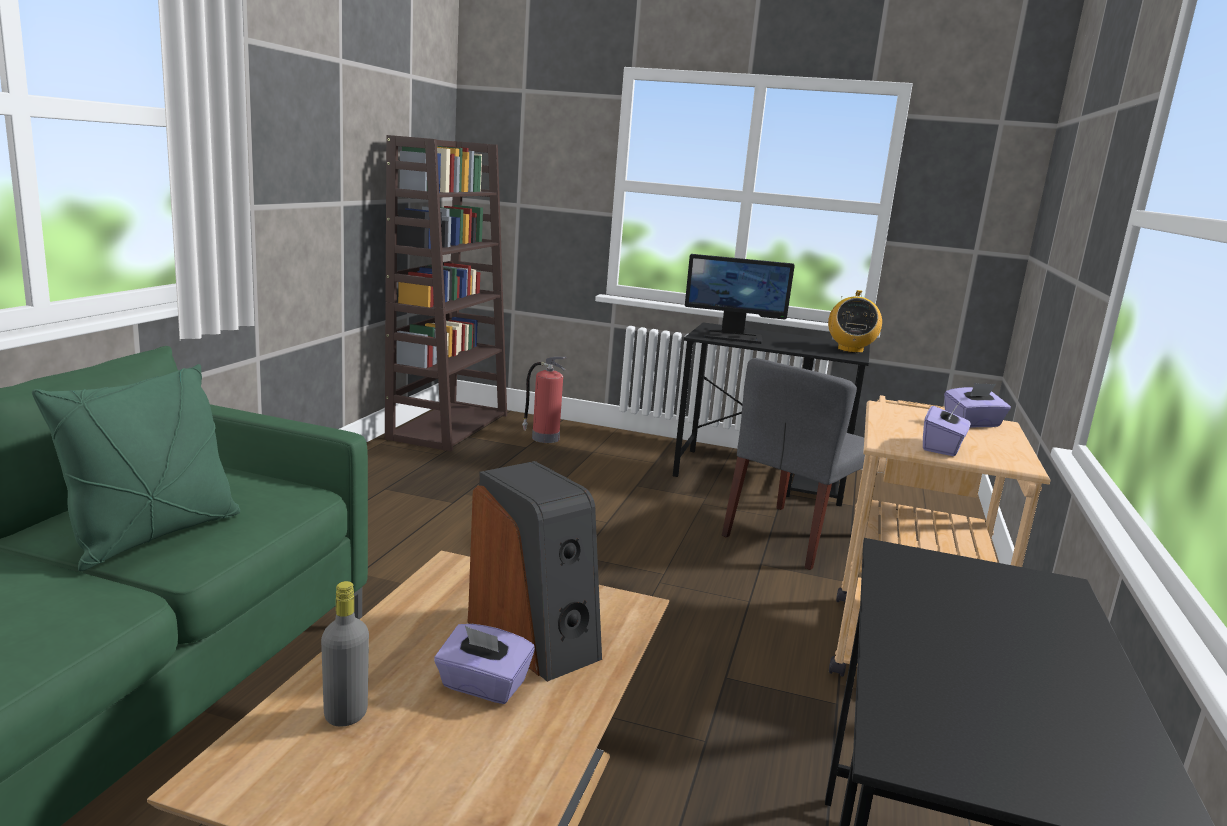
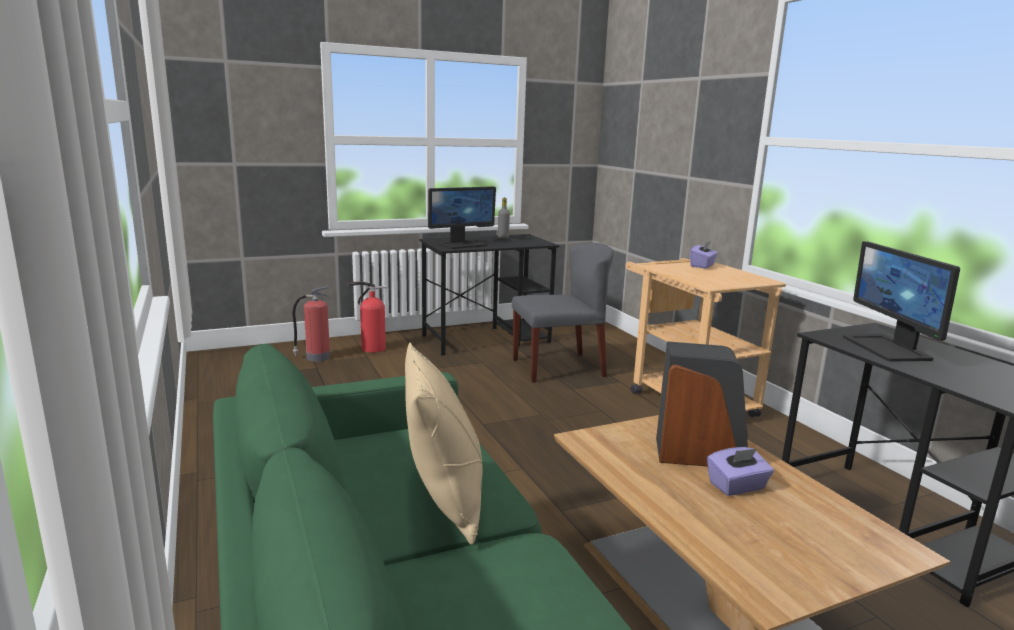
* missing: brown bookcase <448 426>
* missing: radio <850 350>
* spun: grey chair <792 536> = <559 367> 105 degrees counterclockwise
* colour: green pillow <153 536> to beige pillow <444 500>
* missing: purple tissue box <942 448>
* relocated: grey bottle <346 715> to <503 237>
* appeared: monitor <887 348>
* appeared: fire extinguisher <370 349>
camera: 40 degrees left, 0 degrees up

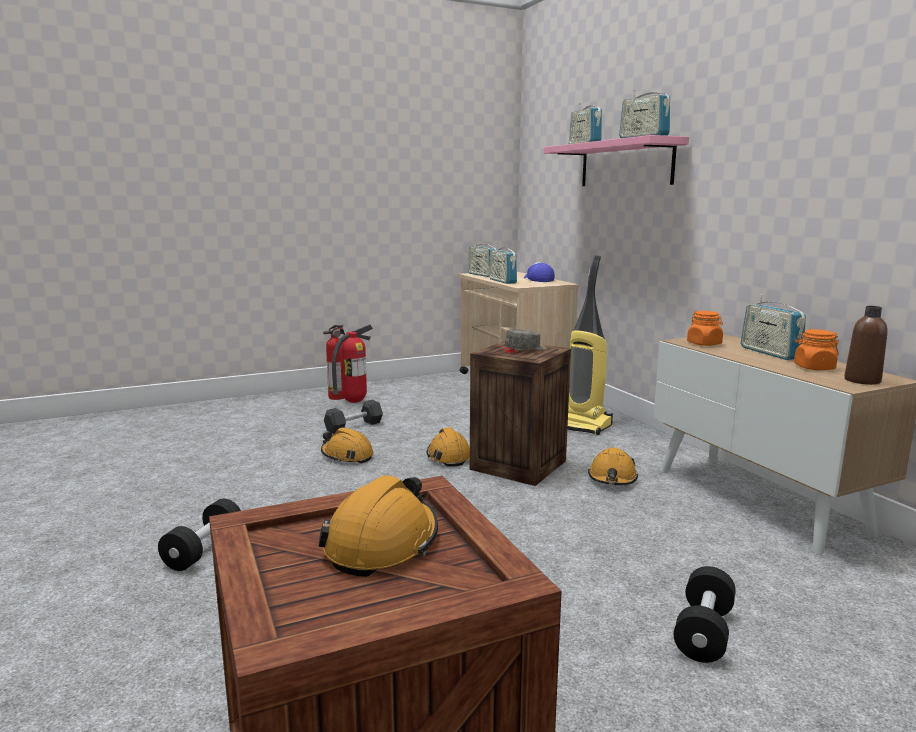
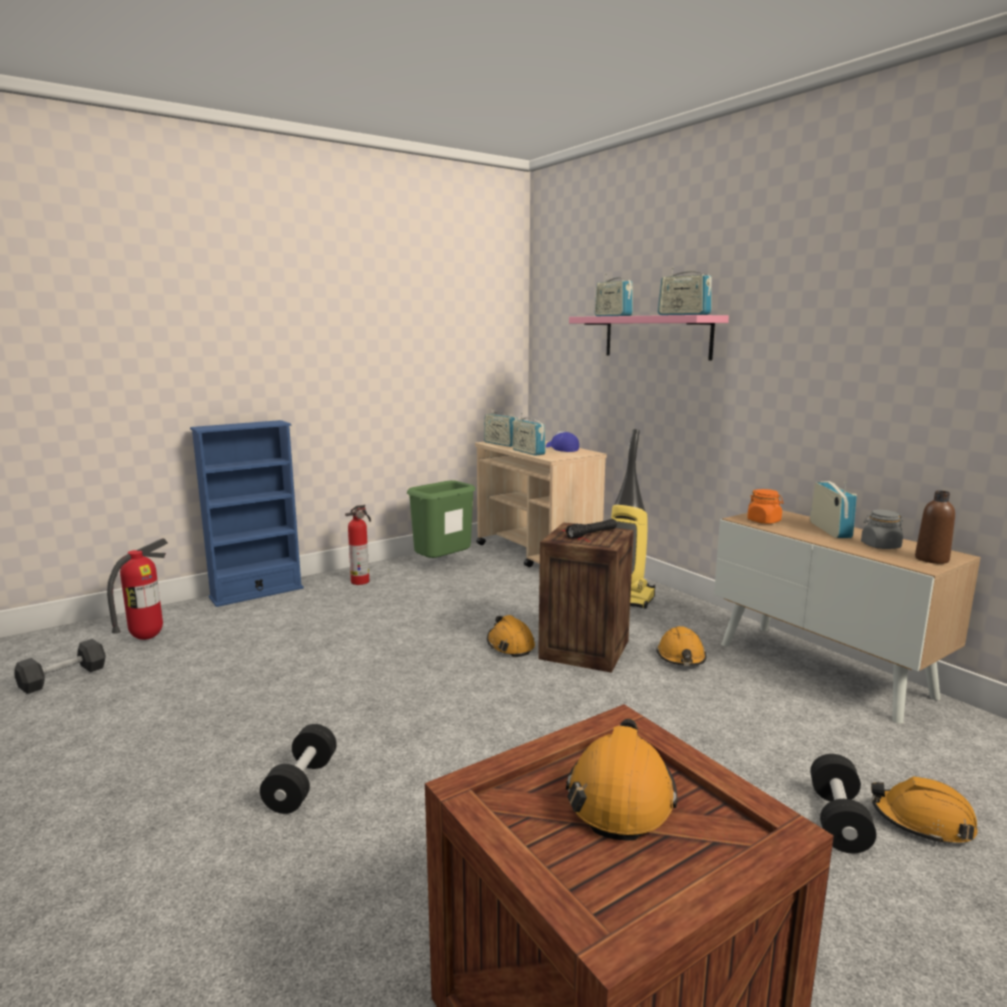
* spun: radio <770 353> = <830 530> 150 degrees counterclockwise
* relocated: fire extinguisher <354 402> to <147 637>
* exchanged: grey cap <526 349> to black flashlight <592 534>
* colour: orange jar <813 367> to grey jar <880 546>
* relocated: grey dumbbell <354 426> to <63 678>
* relocated: orange hard hat <347 456> to <922 821>
* appeared: blue bookcase <256 593>
* appeared: green trash can <443 565>
camera: 10 degrees left, 0 degrees up

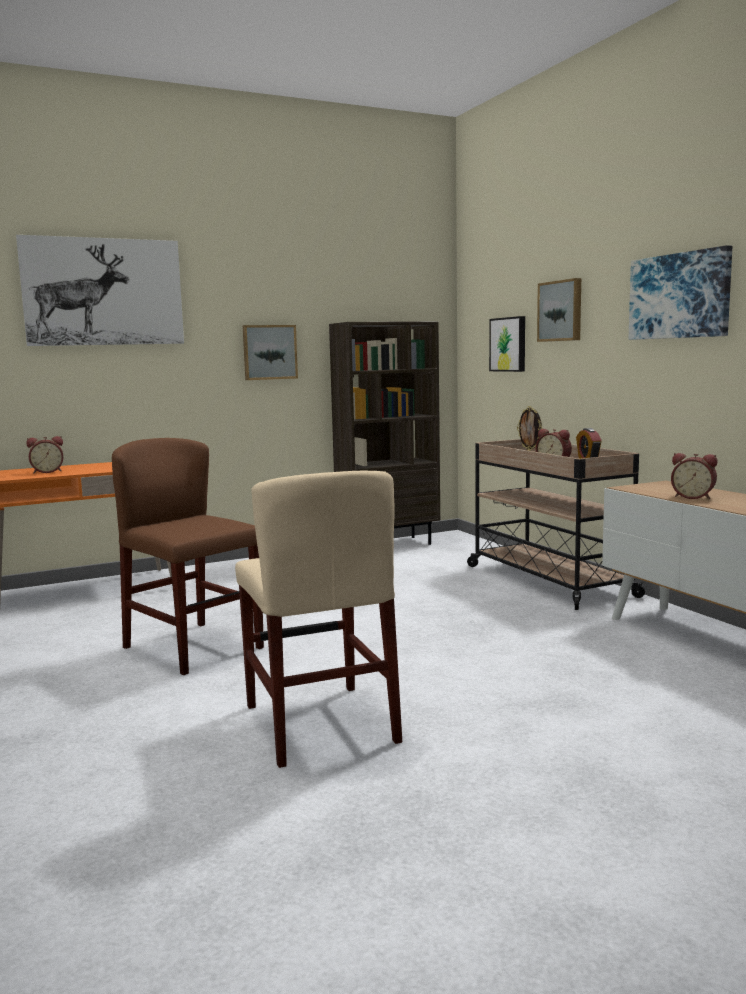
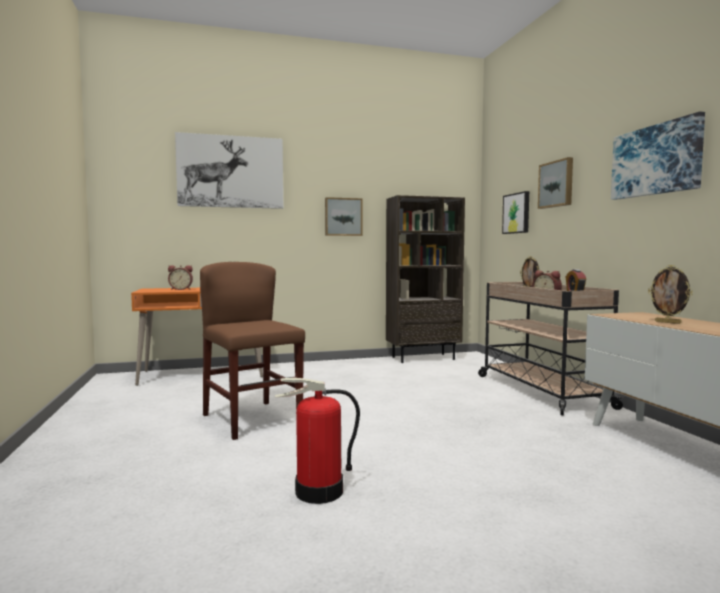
* exchanged: alarm clock <693 497> to picture frame <668 322>
* exchanged: beige chair <319 723> to fire extinguisher <319 492>
camera: 10 degrees right, 5 degrees down

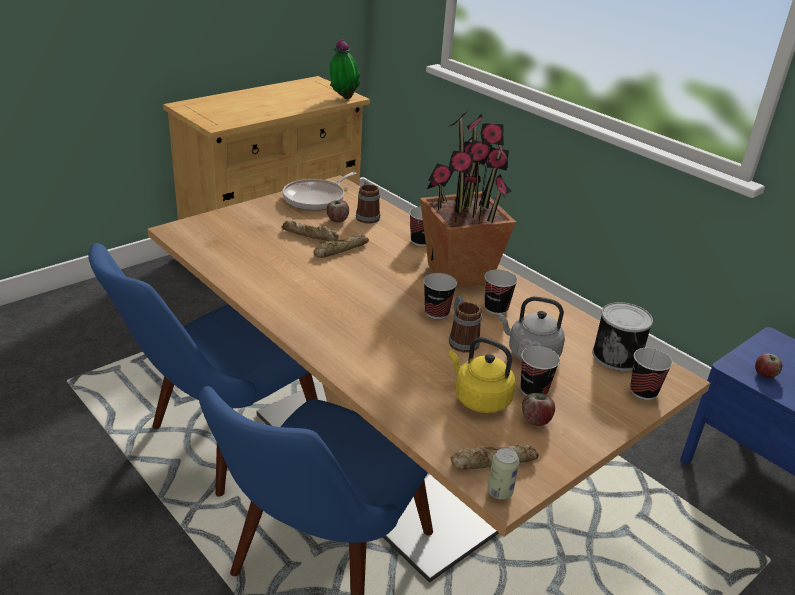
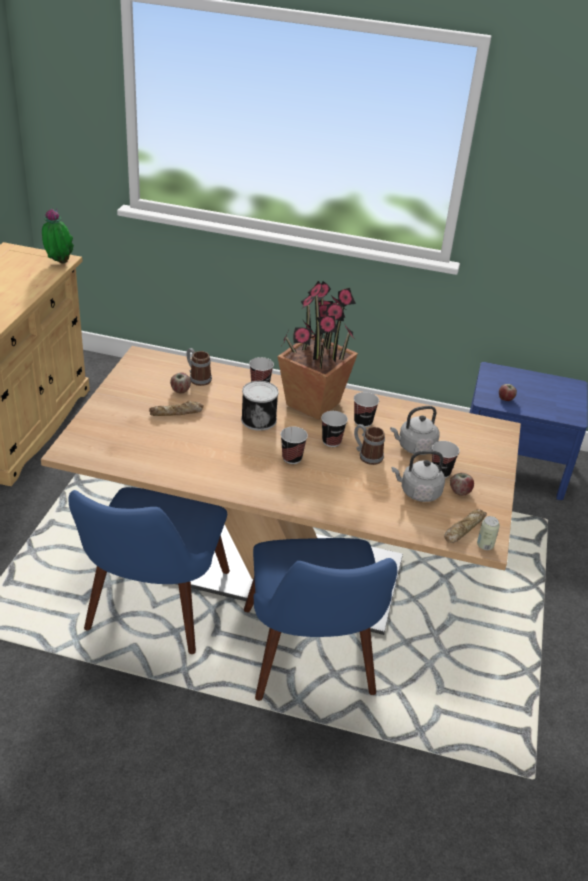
* missing: frying pan <316 199>
* missing: bread <340 249>
* relocated: can <617 355> to <259 419>
* colour: yellow kettle <479 399> to grey kettle <418 492>
* relocated: cup <643 392> to <292 458>
camera: 35 degrees left, 5 degrees up

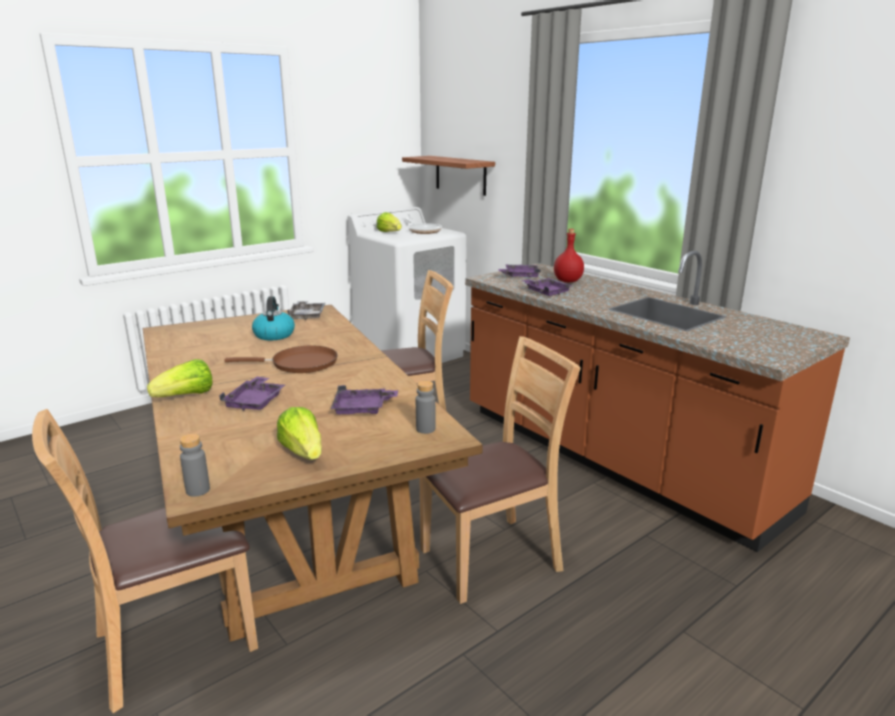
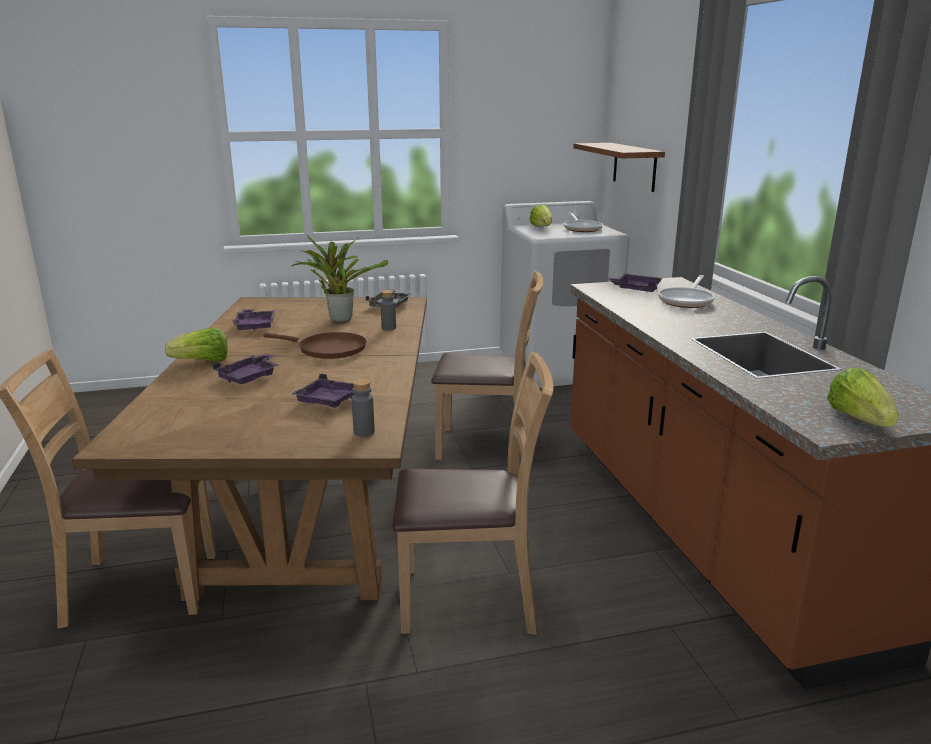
* exchanged: red bottle <568 281> to frying pan <687 301>
* relocated: purple tray <546 292> to <255 326>
* exchanged: kettle <274 334> to potted plant <339 319>
* relocated: lettuce <303 452> to <859 419>
* relocated: grey bottle <198 490> to <388 328>
camera: 25 degrees right, 0 degrees up

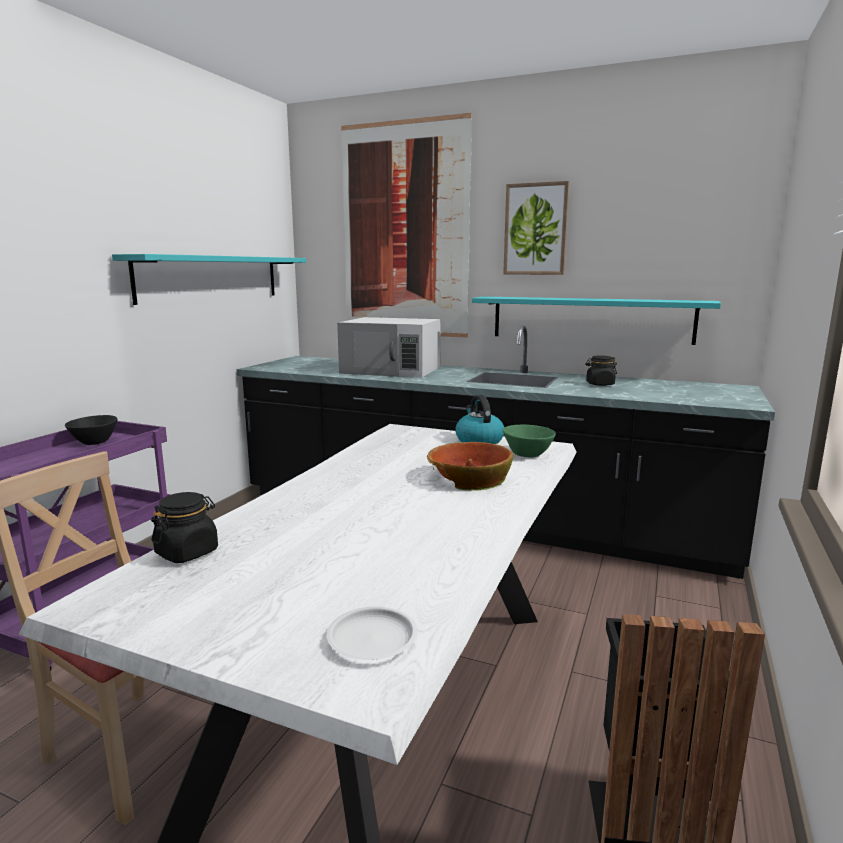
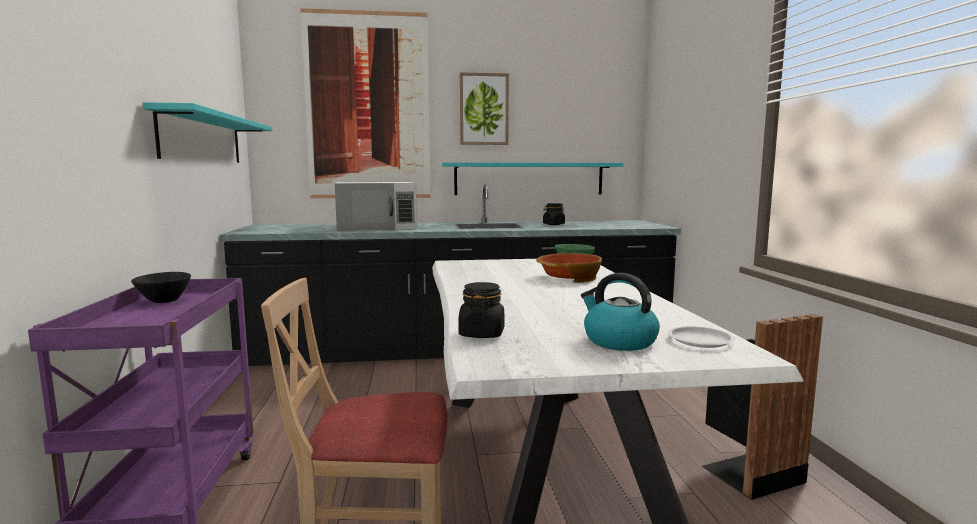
* relocated: kettle <478 440> to <618 341>
camera: 30 degrees left, 5 degrees down

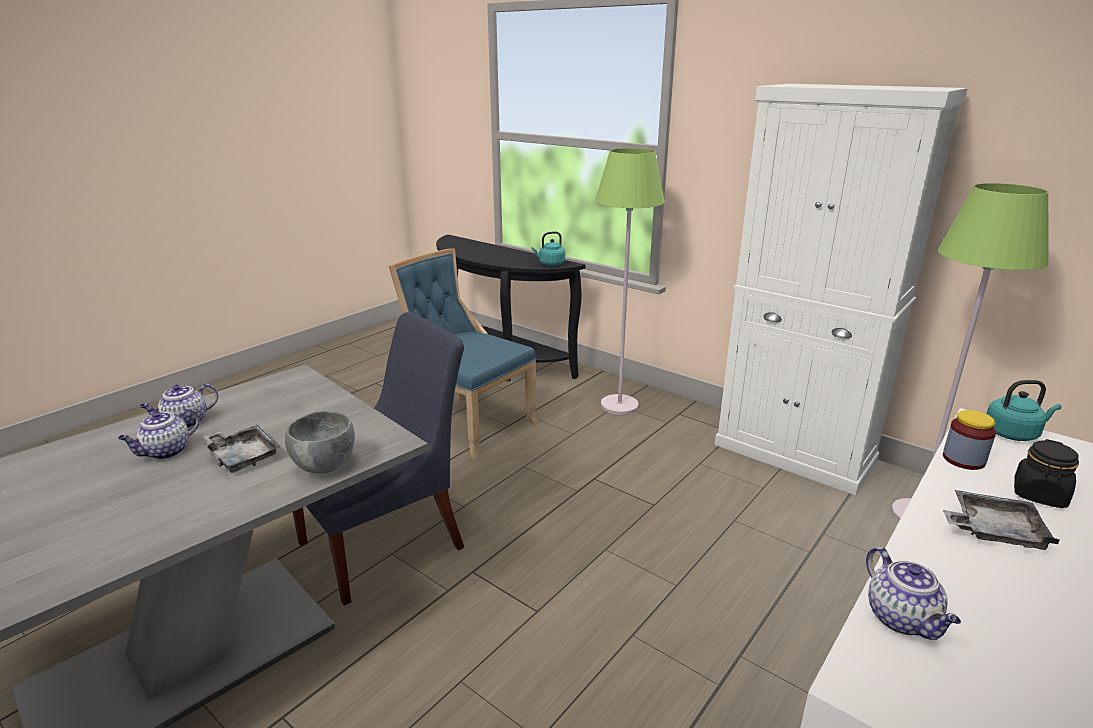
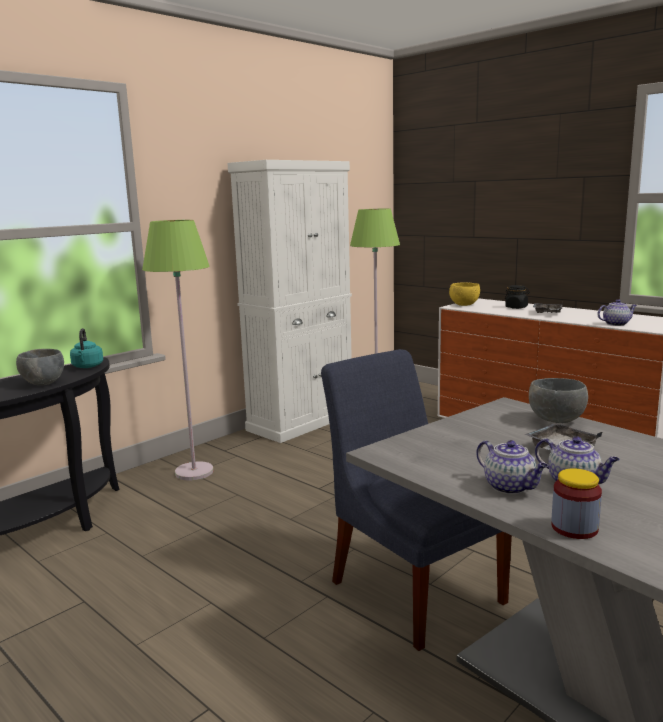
* missing: blue chair <468 422>
* exchanged: turquoise kettle <1013 433> to yellow bowl <464 304>
* relocated: jar <963 459> to <574 528>
* appeared: grey bowl <43 383>
camera: 85 degrees left, 10 degrees down

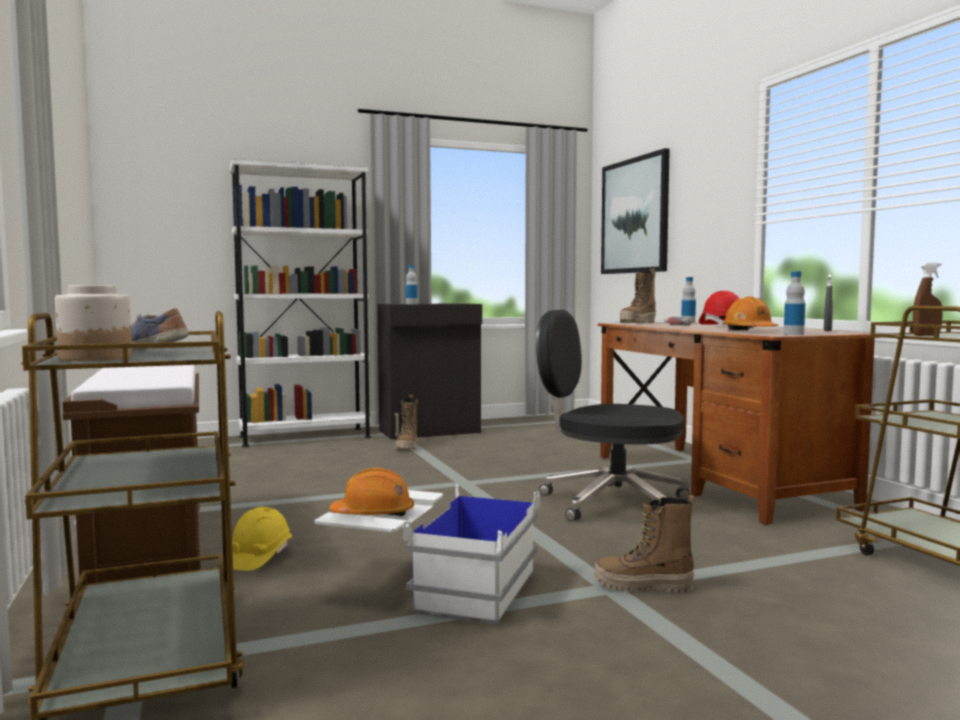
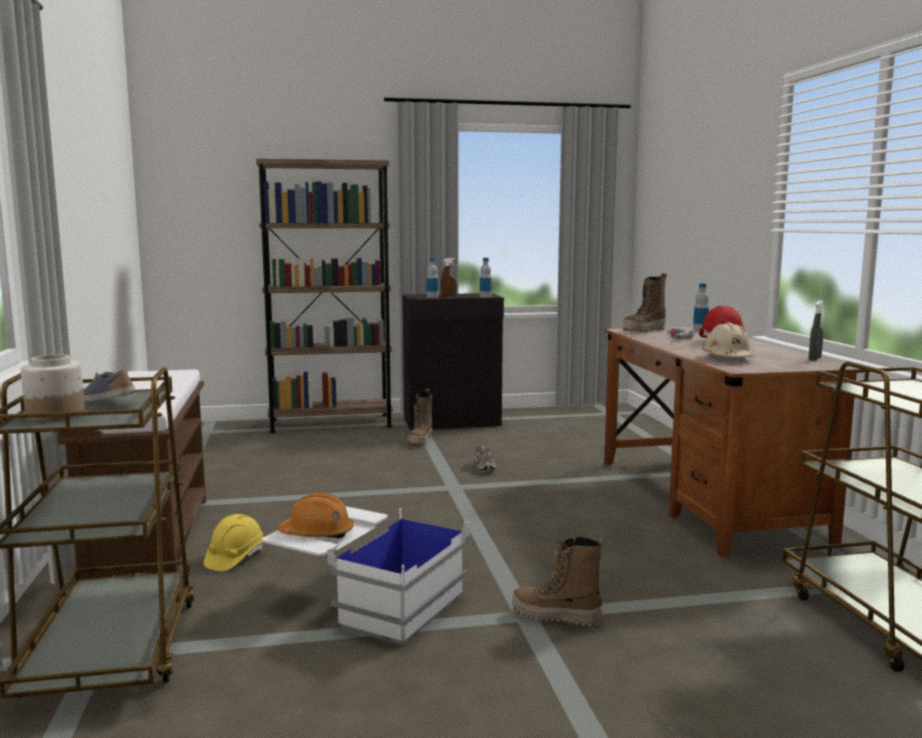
* missing: picture <635 216>
* colour: white bookcase <305 437> to brown bookcase <330 423>
* relocated: brown spray bottle <926 335> to <448 296>
* relocated: bottle <793 334> to <485 296>
* colour: orange hard hat <749 331> to beige hard hat <727 358>
* missing: black office chair <610 503>
* appeared: shoe <484 467>
camera: 10 degrees right, 5 degrees up

